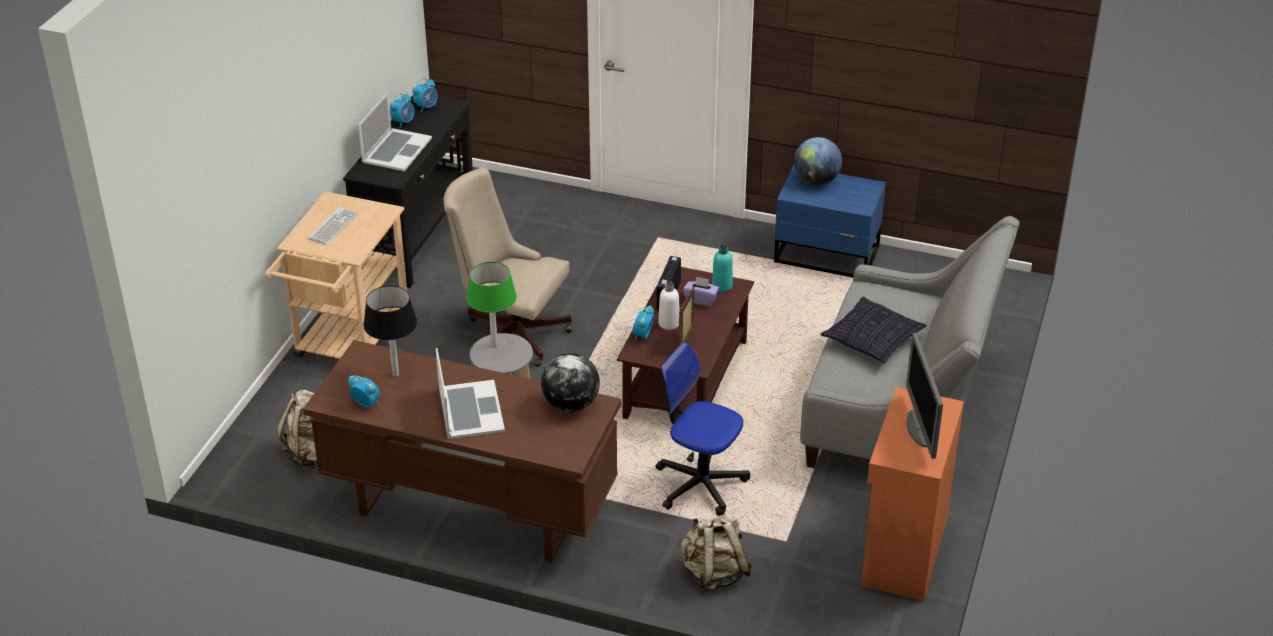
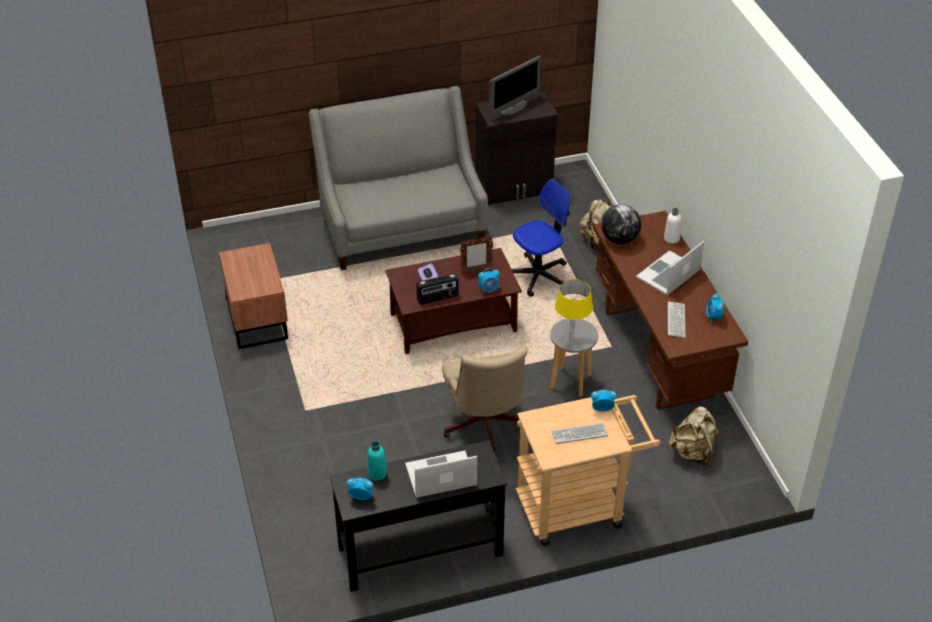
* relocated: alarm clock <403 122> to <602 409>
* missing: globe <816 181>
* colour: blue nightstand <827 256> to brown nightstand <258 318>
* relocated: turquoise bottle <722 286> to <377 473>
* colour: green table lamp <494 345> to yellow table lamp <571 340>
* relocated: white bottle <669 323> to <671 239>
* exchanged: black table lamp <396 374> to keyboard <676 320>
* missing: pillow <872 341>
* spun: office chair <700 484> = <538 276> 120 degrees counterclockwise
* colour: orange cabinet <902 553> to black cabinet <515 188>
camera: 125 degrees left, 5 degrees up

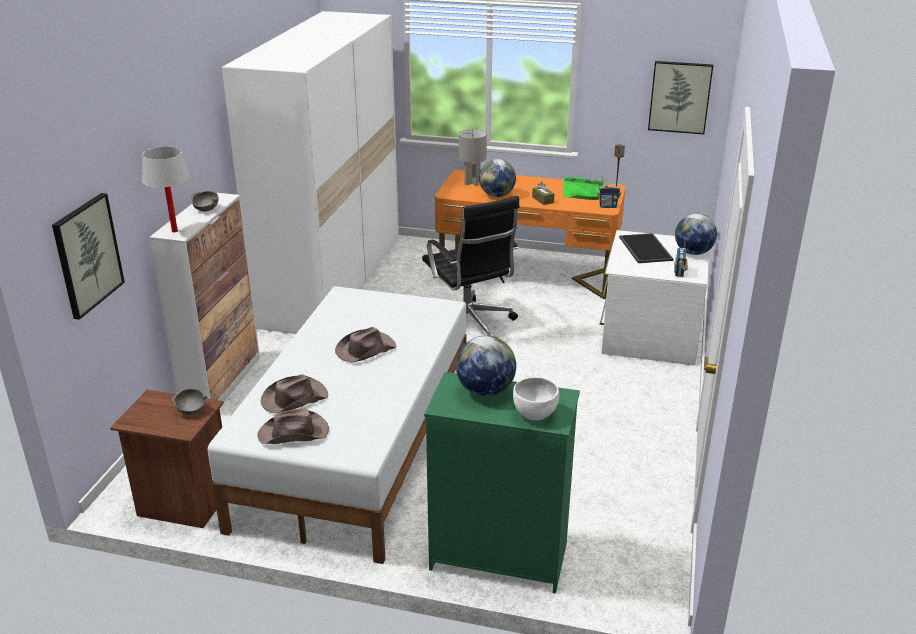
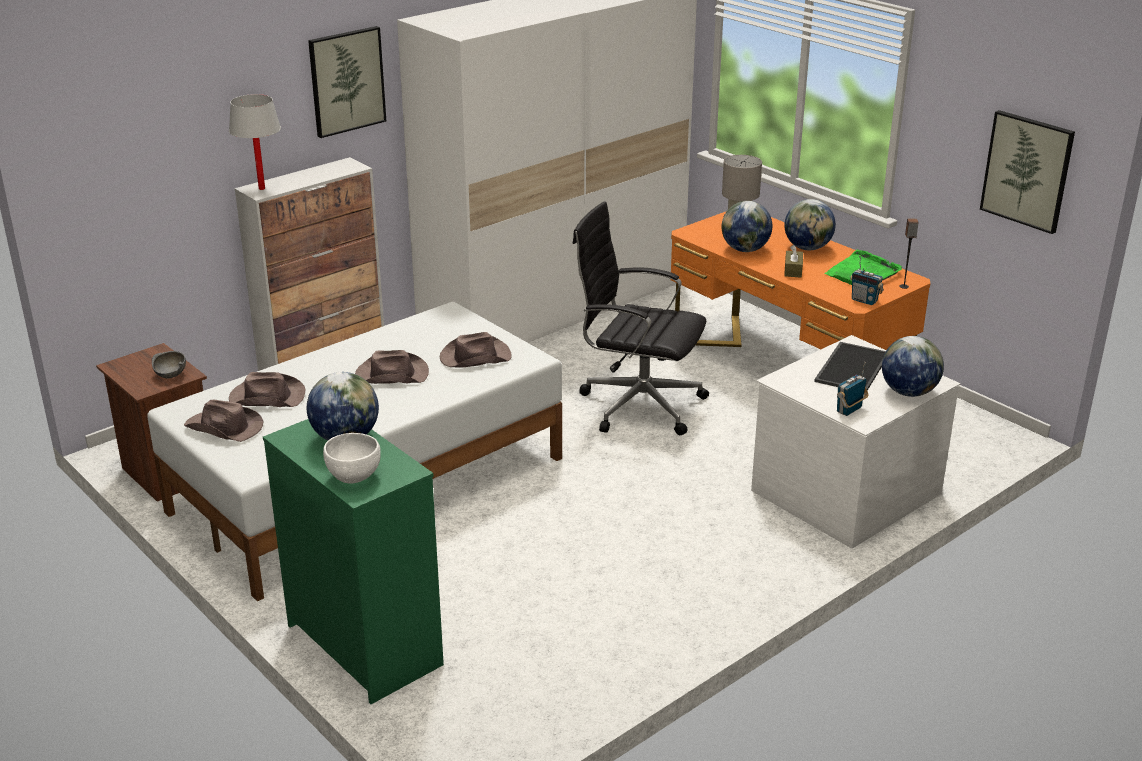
* missing: grey bowl <206 209>
* relocated: picture <87 255> to <346 81>
* spun: black office chair <468 325> = <638 404> 105 degrees clockwise
* appeared: globe <808 248>
* appeared: brown hat <474 357>
camera: 35 degrees right, 0 degrees up

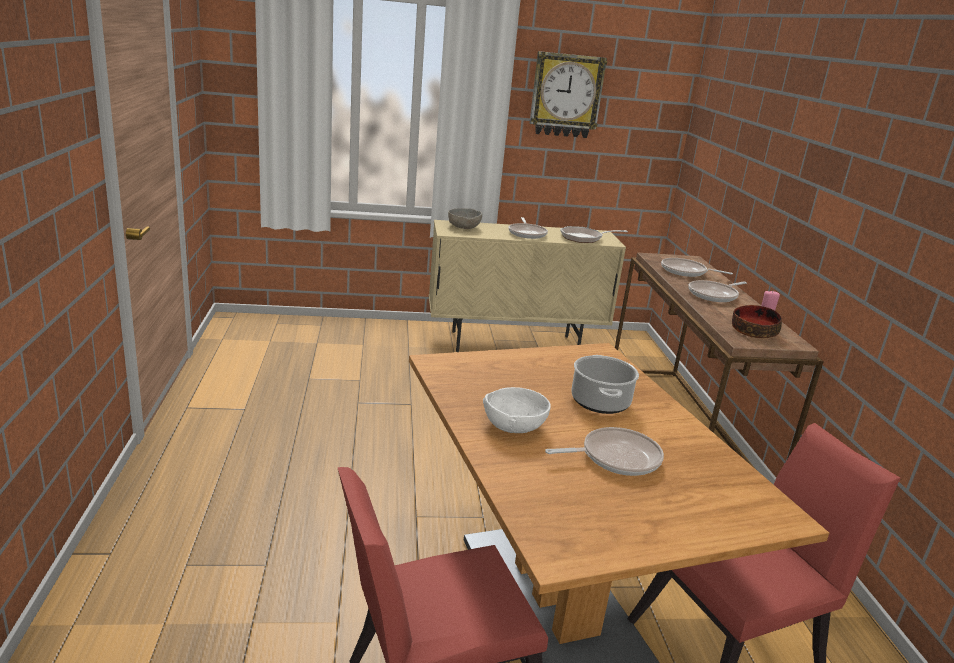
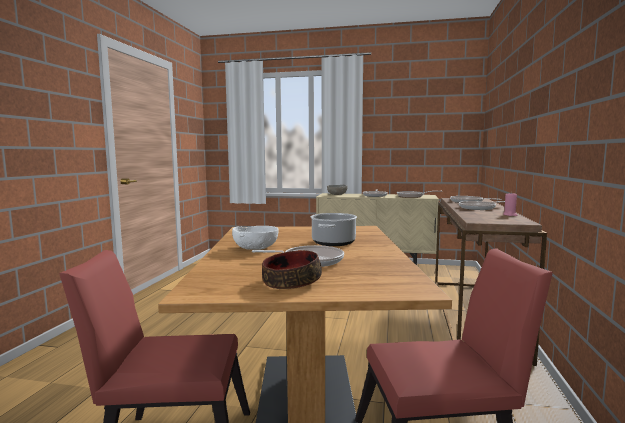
* missing: wall clock <566 95>
* relocated: bowl <753 331> to <291 282>
camera: 20 degrees right, 15 degrees down

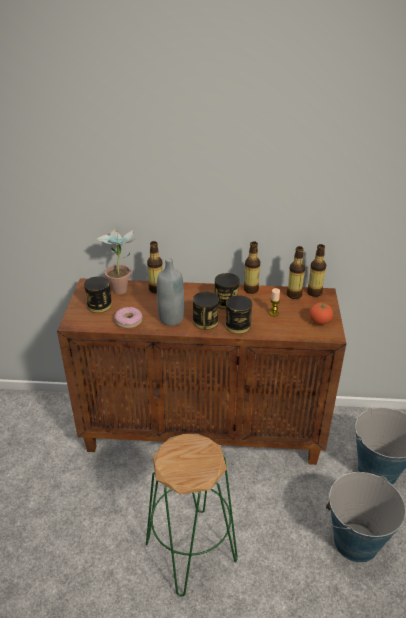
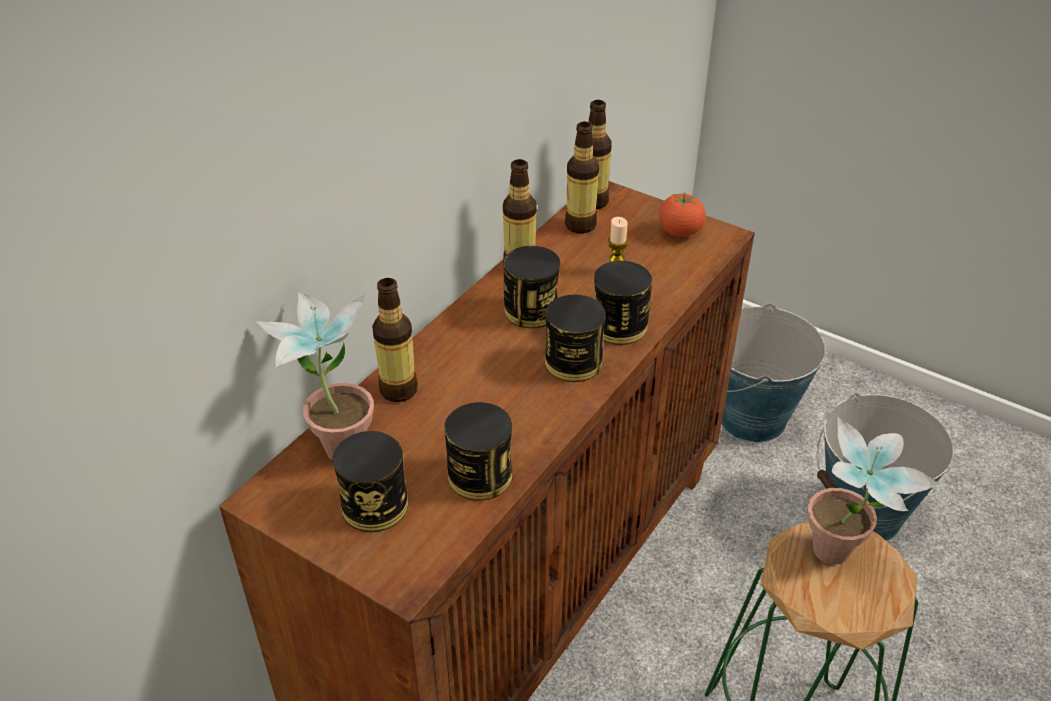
* missing: grey bottle <171 319>
* exchanged: donut <128 321> to can <480 476>
* appeared: potted plant <841 560>
camera: 60 degrees left, 5 degrees up

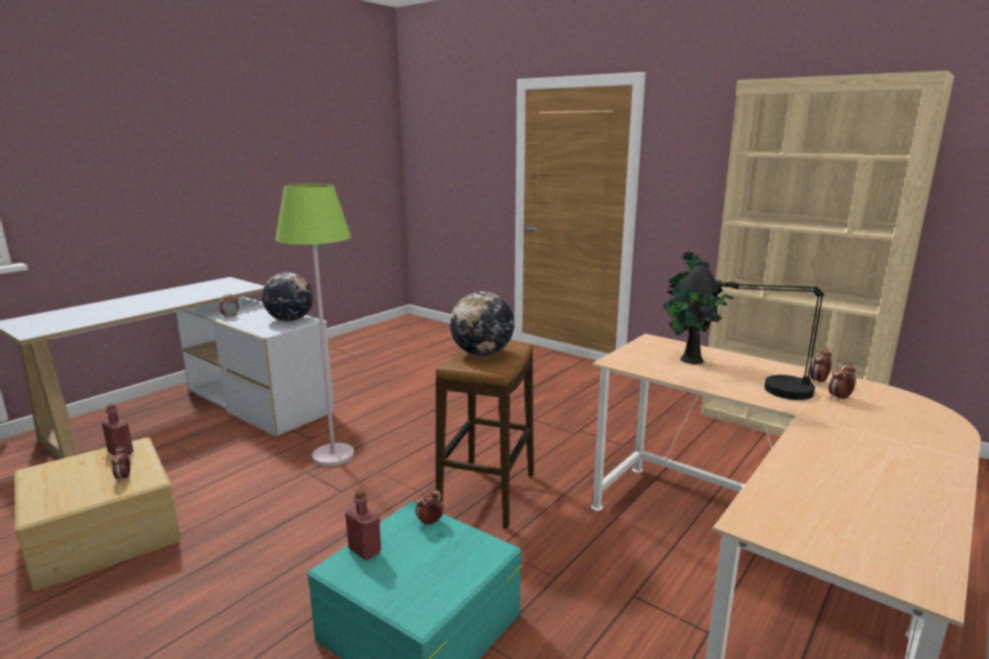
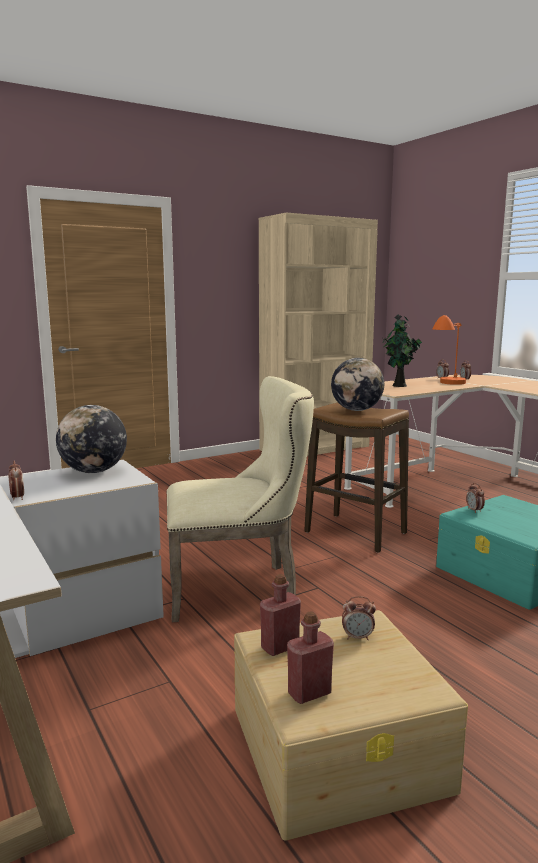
* exchanged: green floor lamp <333 456> to beige chair <239 587>
* colour: black table lamp <745 388> to orange table lamp <447 385>
* relocated: red bottle <365 550> to <309 693>
camera: 70 degrees left, 5 degrees down

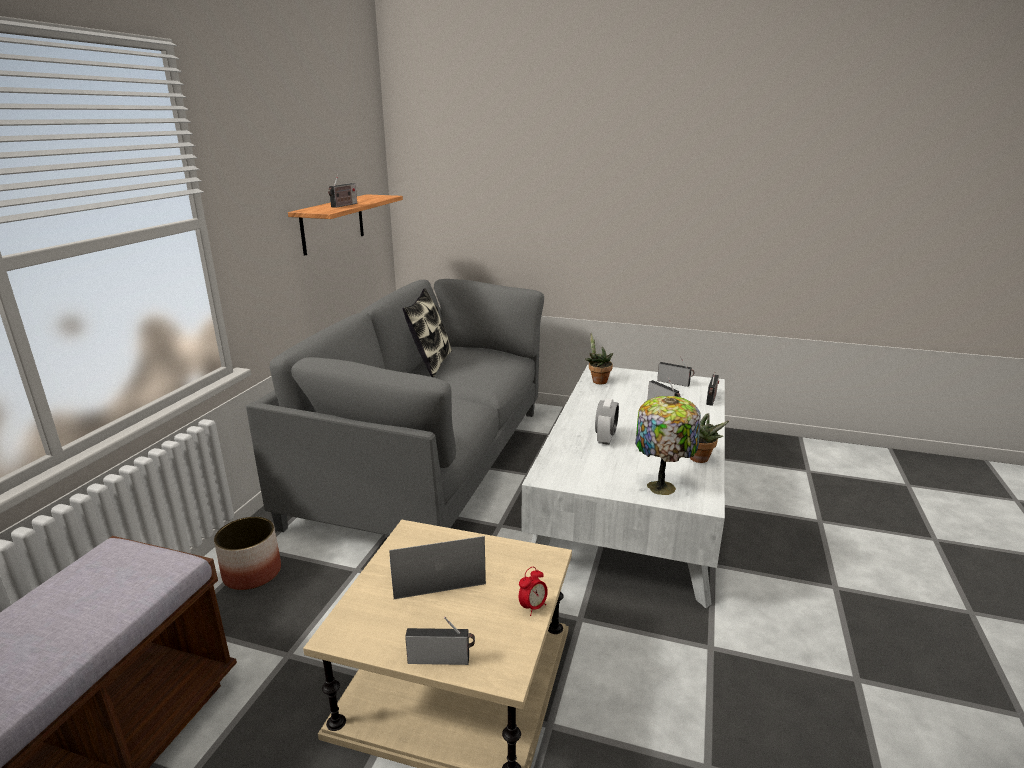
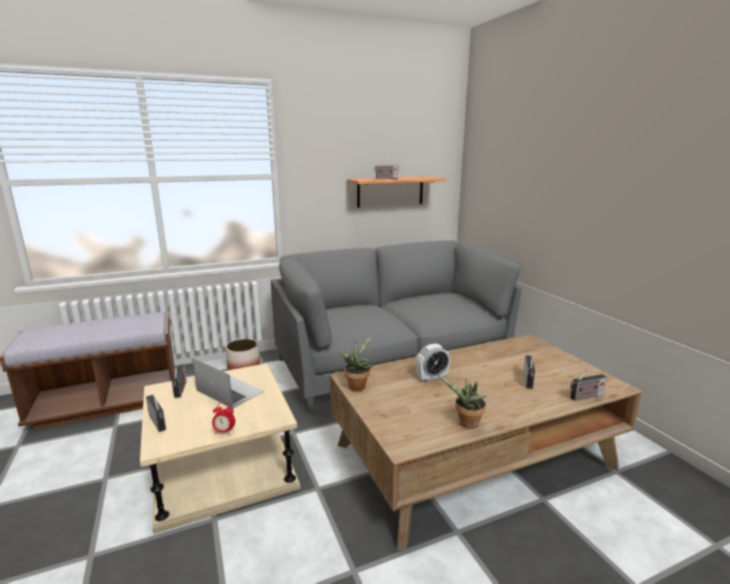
* missing: pillow <430 363>
* relocated: potted plant <597 381> to <357 386>
* relocated: radio <675 383> to <181 390>
* colour: white coffee table <633 503> to brown coffee table <474 455>
* missing: table lamp <662 486>
camera: 50 degrees right, 5 degrees down

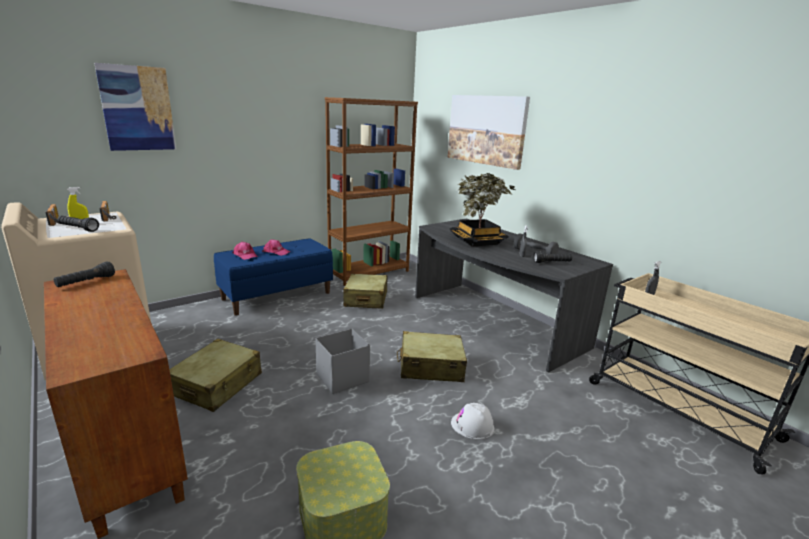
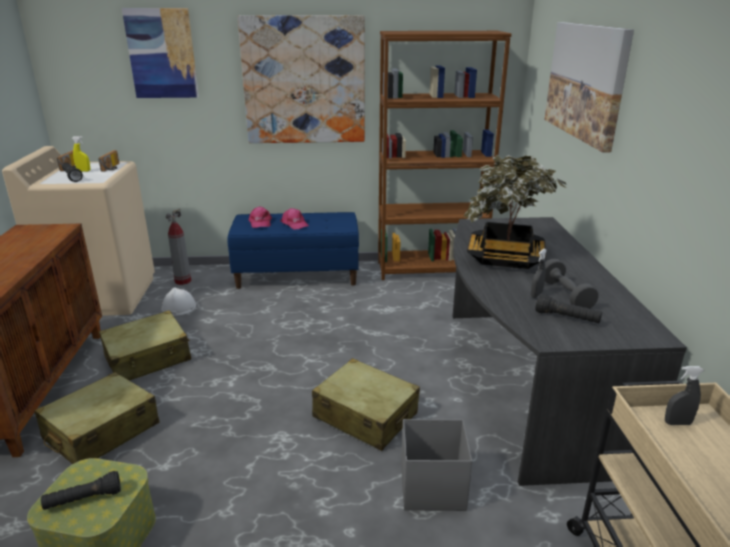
* relocated: black flashlight <86 282> to <83 500>
* relocated: beige suitcase <366 299> to <101 432>
* relocated: grey storage box <341 378> to <431 488>
* relocated: white hard hat <472 425> to <178 307>
* appeared: picture <304 81>
* appeared: fire extinguisher <183 281>
camera: 35 degrees right, 5 degrees up

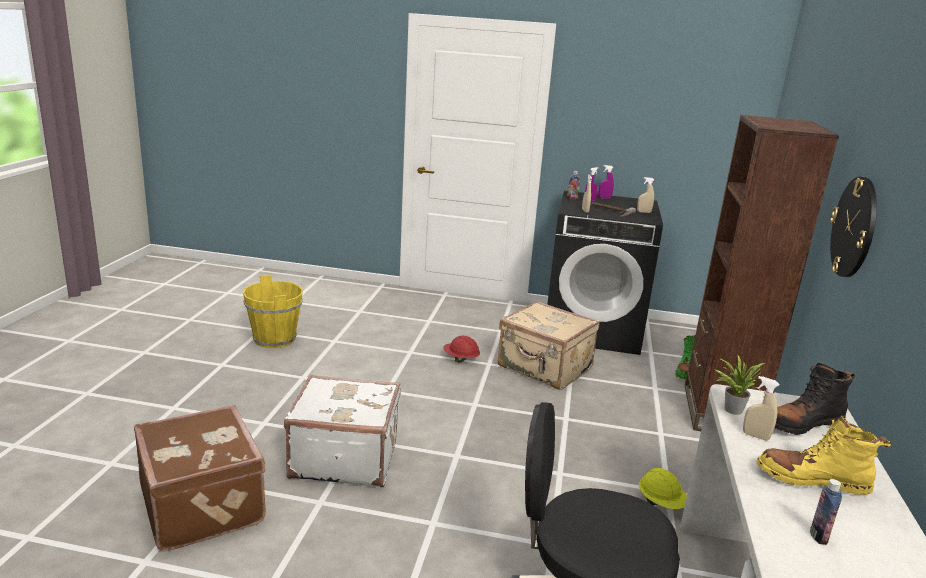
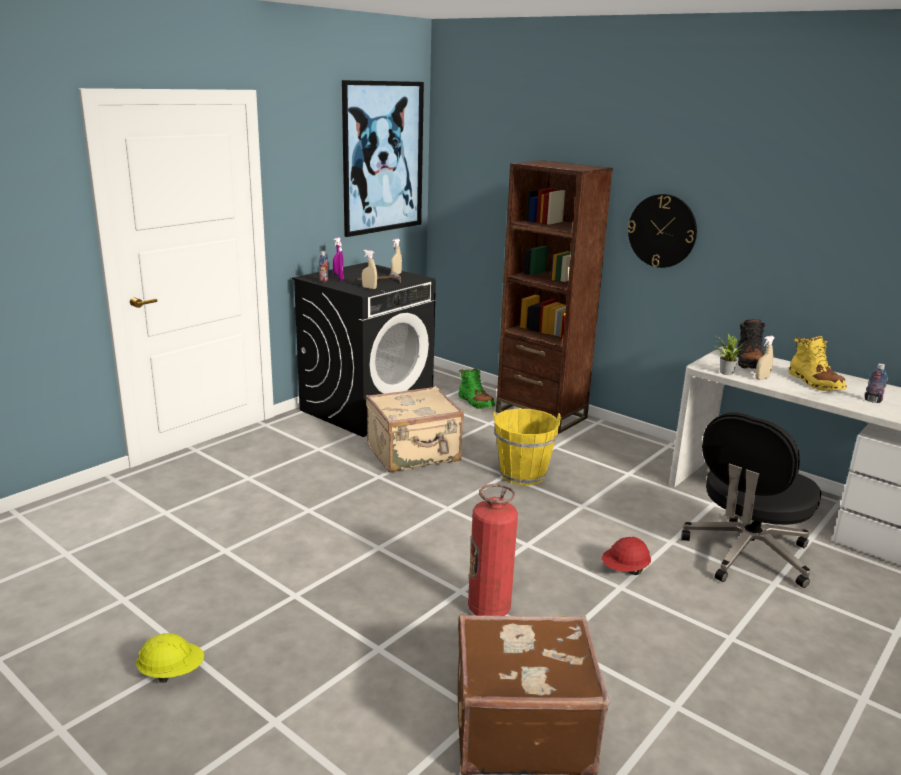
* relocated: yellow bucket <275 339> to <522 474>
* relocated: red hard hat <460 359> to <625 570>
* exchanged: white suitcase <344 457> to fire extinguisher <489 608>
* spun: yellow boot <812 480> = <814 383> 60 degrees counterclockwise
* relocated: yellow hard hat <661 503> to <172 672>
* appeared: picture <383 157>
camera: 60 degrees left, 0 degrees up

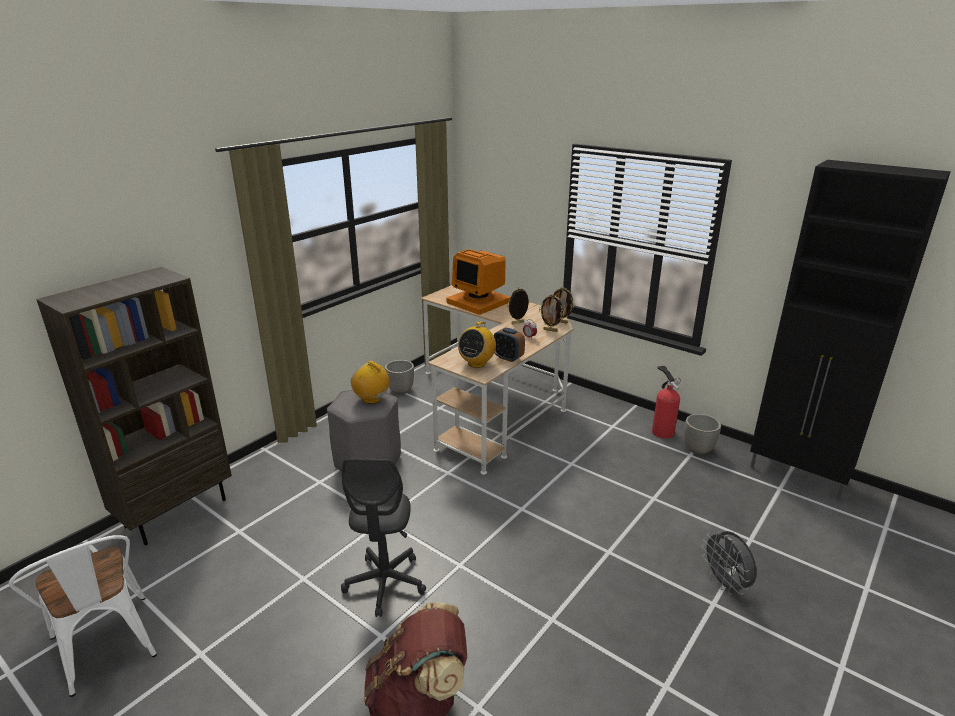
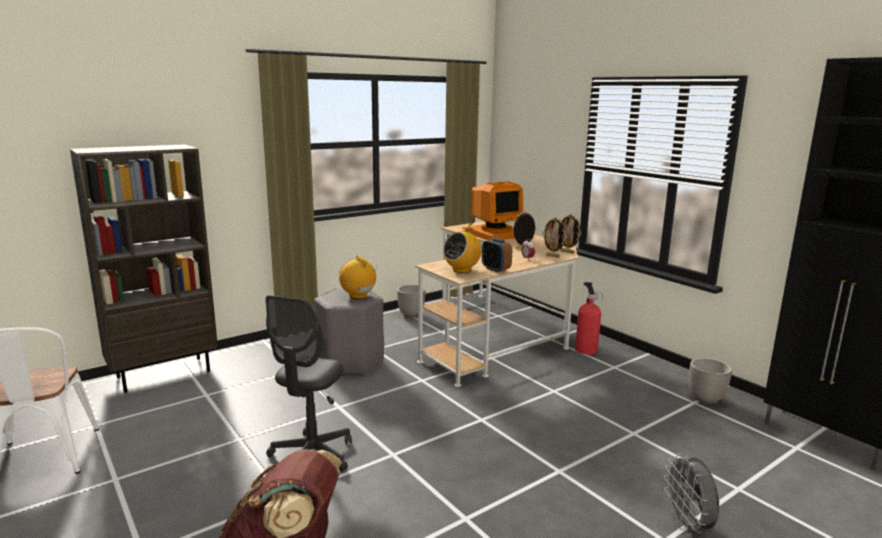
* spun: monitor <479 302> = <495 233> 90 degrees counterclockwise
* relocated: fire extinguisher <662 431> to <586 349>
camera: 15 degrees right, 10 degrees down

